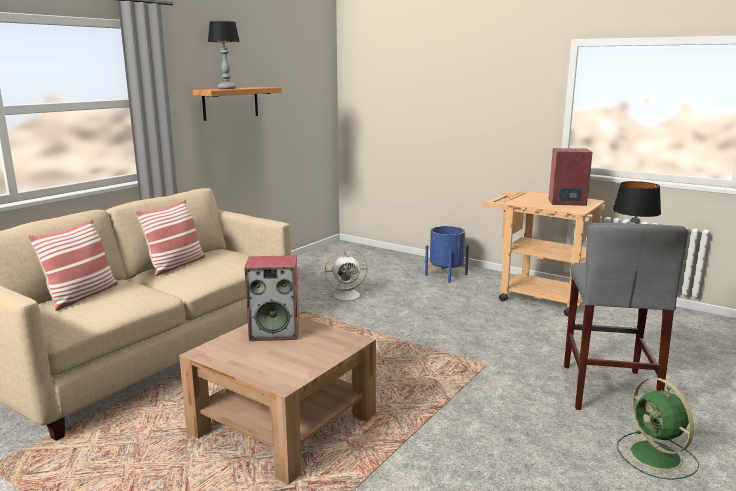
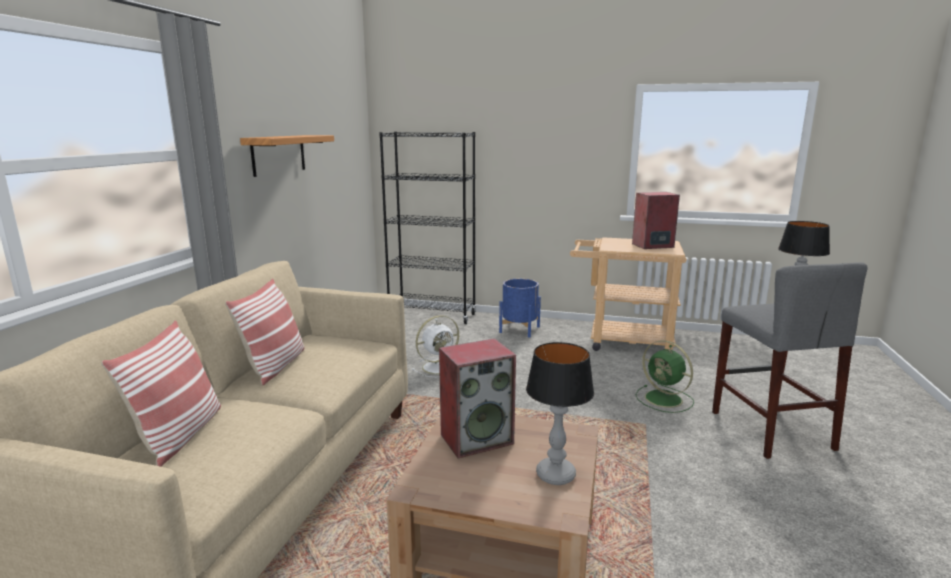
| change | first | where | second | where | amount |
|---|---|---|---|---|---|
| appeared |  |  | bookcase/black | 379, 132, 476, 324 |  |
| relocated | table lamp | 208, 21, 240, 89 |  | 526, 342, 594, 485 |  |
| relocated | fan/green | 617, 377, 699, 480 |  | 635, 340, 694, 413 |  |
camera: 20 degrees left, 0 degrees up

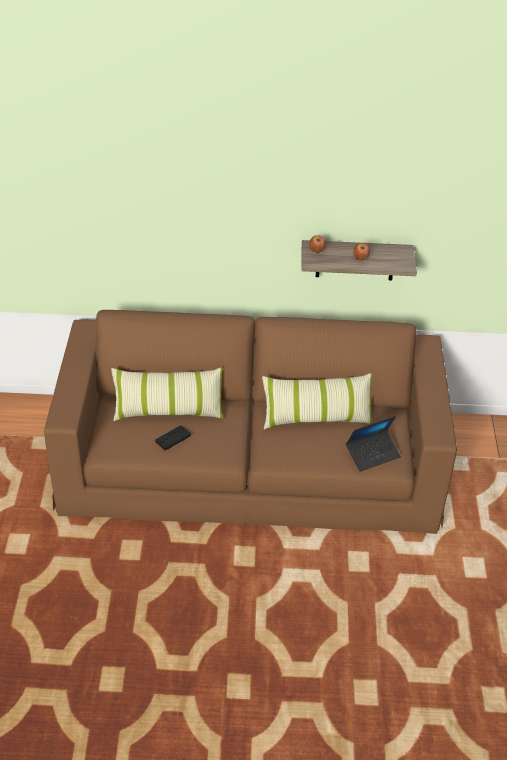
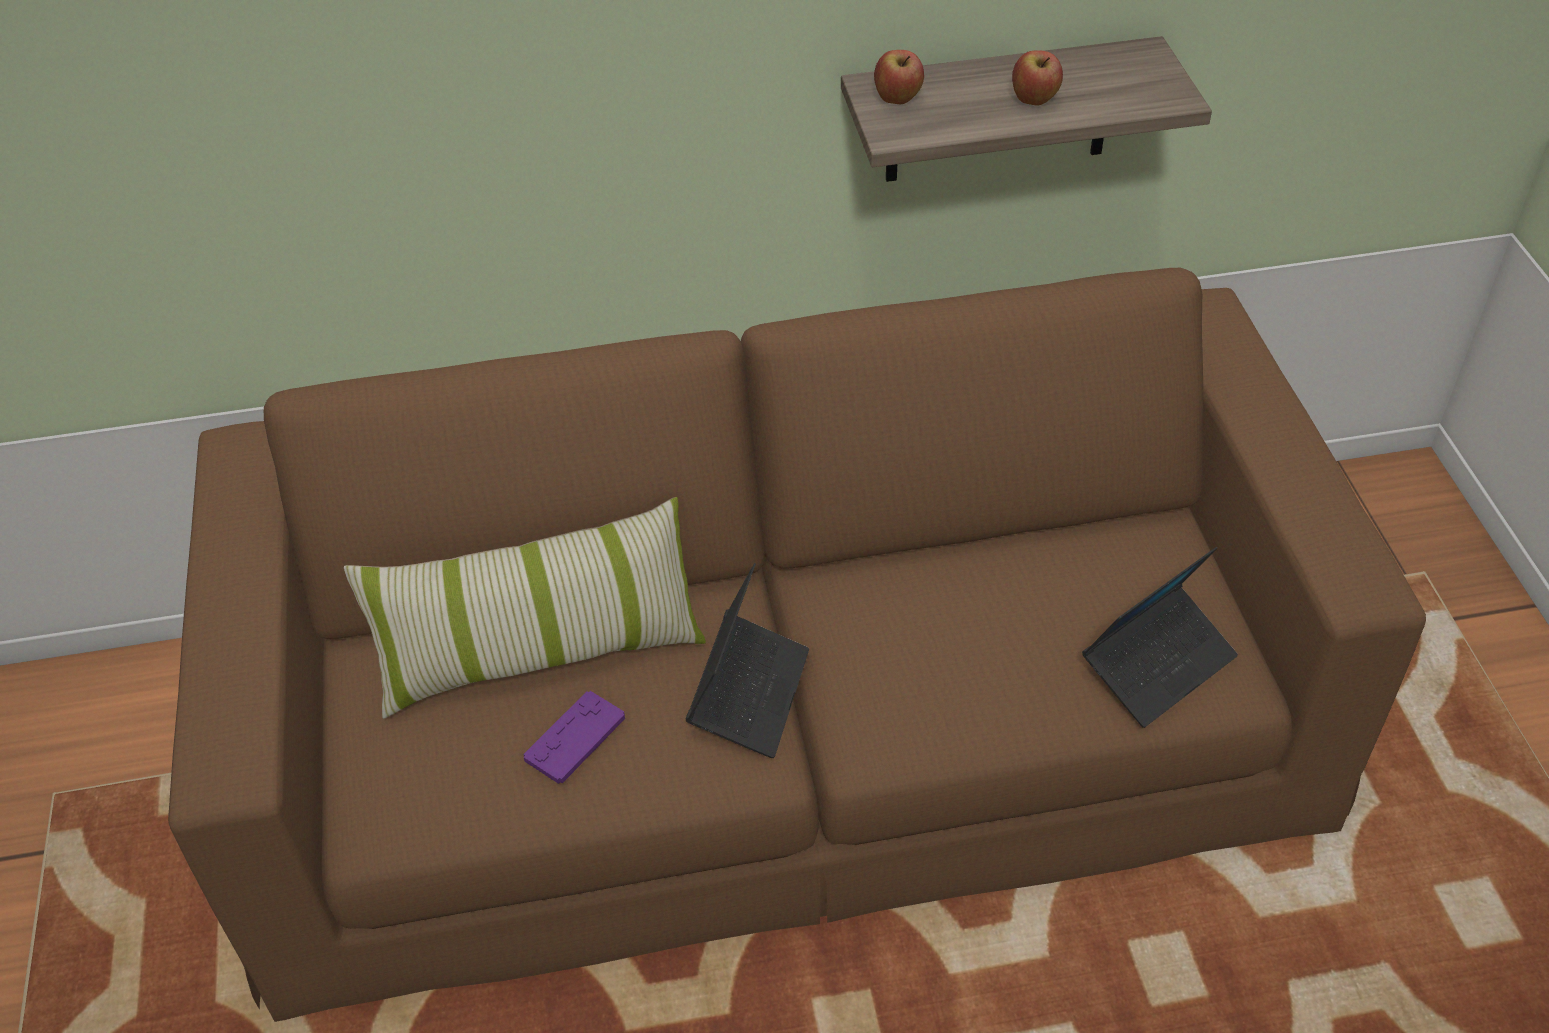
| change | first | where | second | where | amount |
|---|---|---|---|---|---|
| colour | game controller/black | 155, 425, 191, 450 | game controller/purple | 523, 691, 625, 784 |  |
| appeared |  |  | laptop | 686, 563, 809, 758 |  |
| missing | pillow | 262, 373, 373, 429 |  |  |  |
camera: 10 degrees left, 5 degrees up

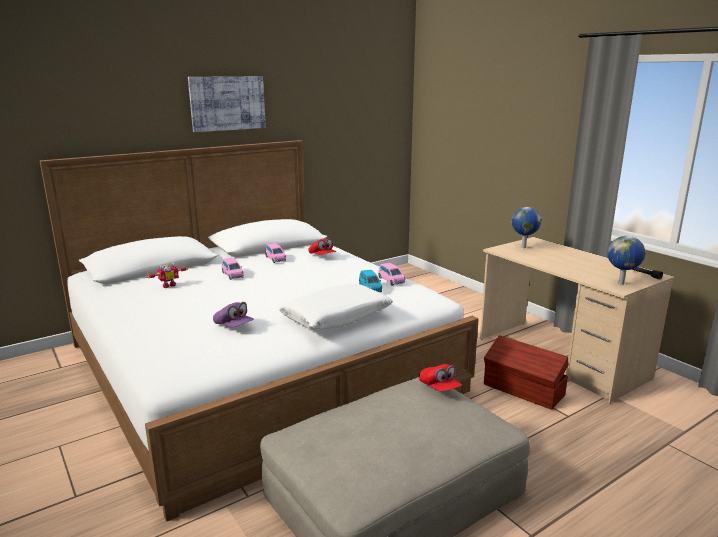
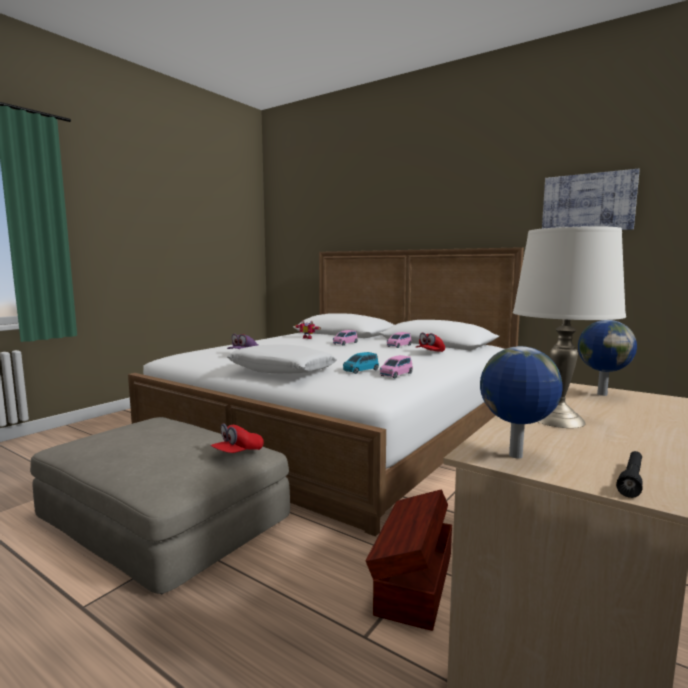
| change | first | where | second | where | amount |
|---|---|---|---|---|---|
| appeared |  |  | table lamp/white | 513, 226, 626, 428 |  |
| relocated | picture | 188, 76, 266, 132 |  | 542, 169, 640, 230 |  |
camera: 70 degrees right, 10 degrees down

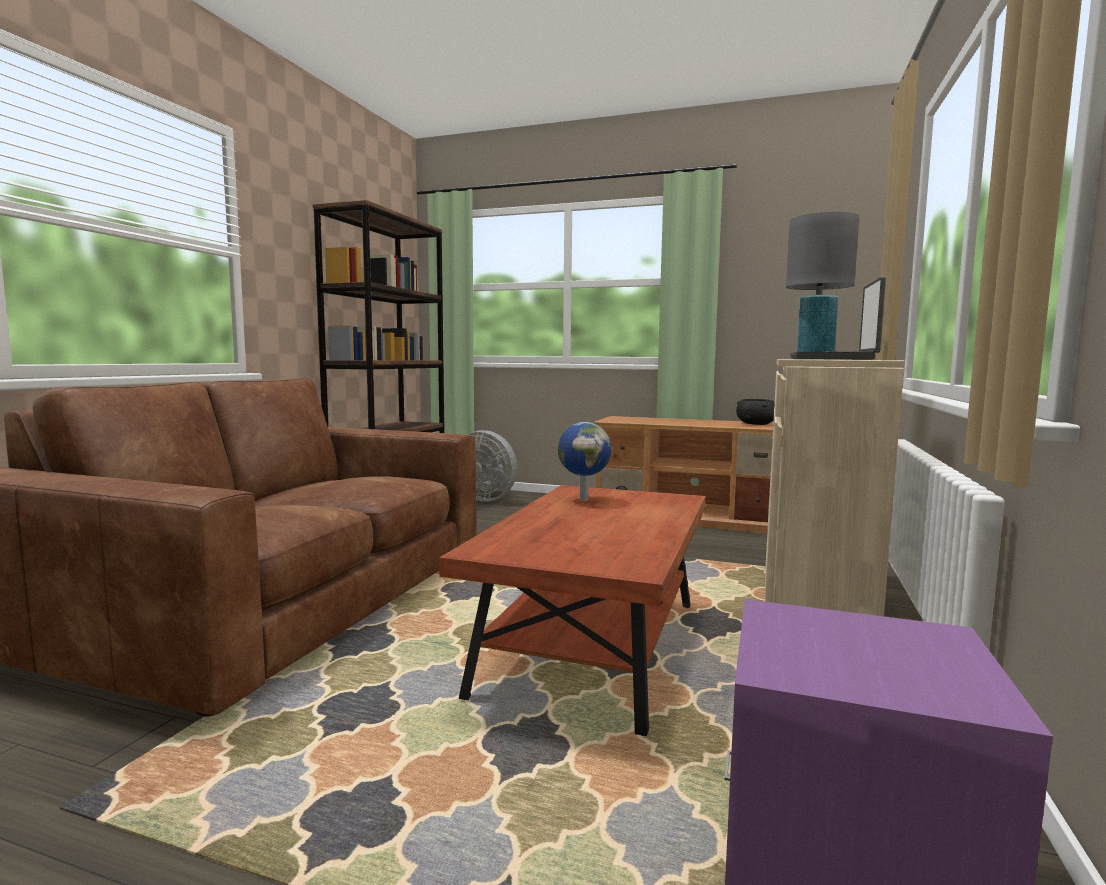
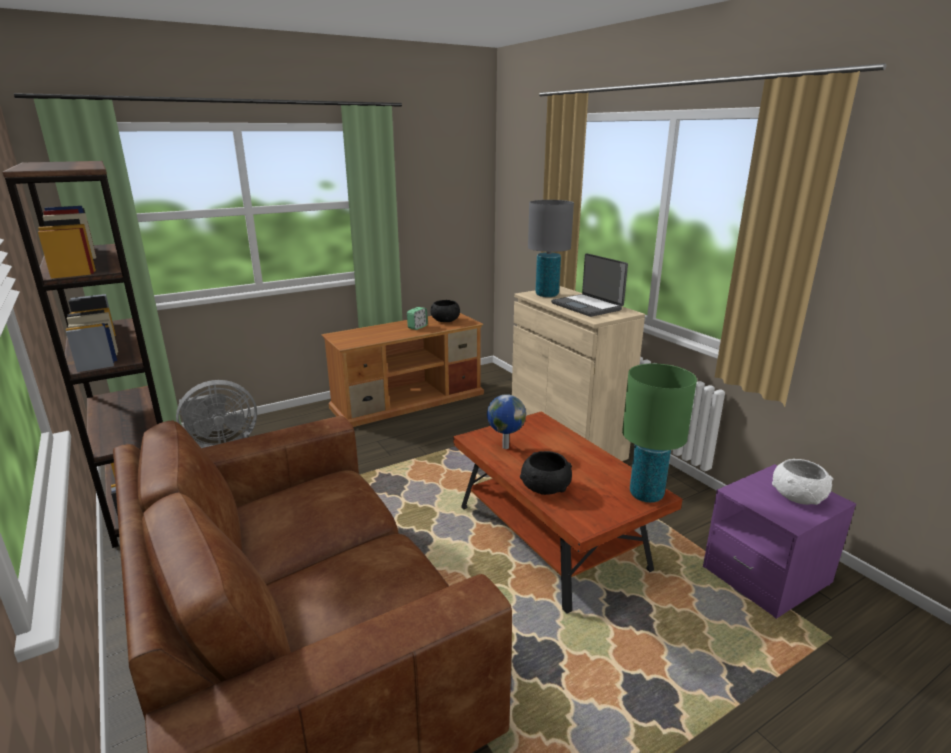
| change | first | where | second | where | amount |
|---|---|---|---|---|---|
| appeared |  |  | alarm clock | 407, 307, 428, 330 |  |
| appeared |  |  | bowl/black | 520, 451, 572, 495 |  |
| appeared |  |  | table lamp/green | 622, 363, 697, 503 |  |
| appeared |  |  | bowl/white | 772, 459, 833, 505 |  |
camera: 50 degrees left, 15 degrees up

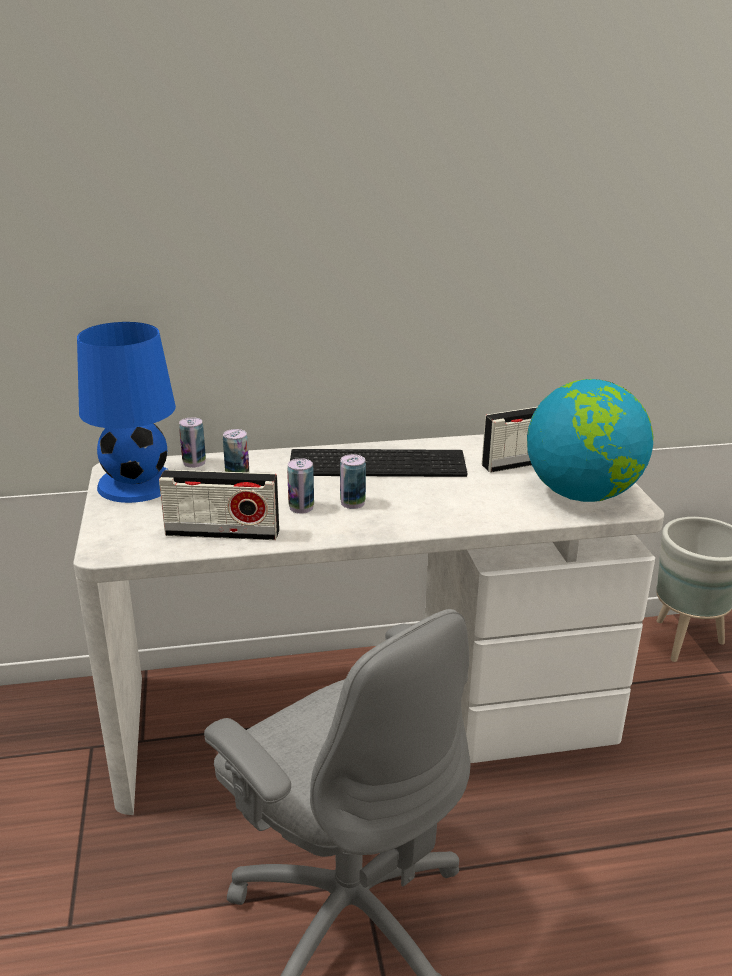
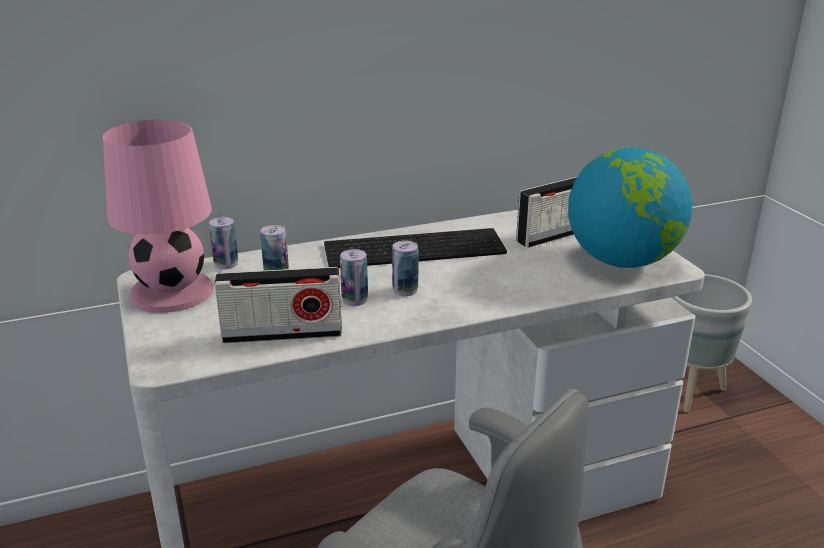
| change | first | where | second | where | amount |
|---|---|---|---|---|---|
| colour | table lamp/blue | 77, 322, 176, 503 | table lamp/pink | 103, 119, 214, 313 |  |
camera: 10 degrees left, 0 degrees up

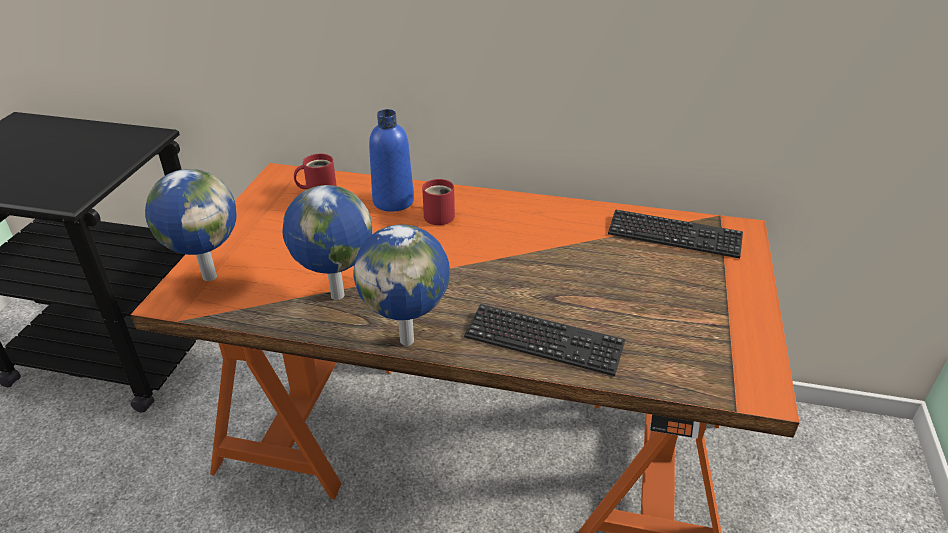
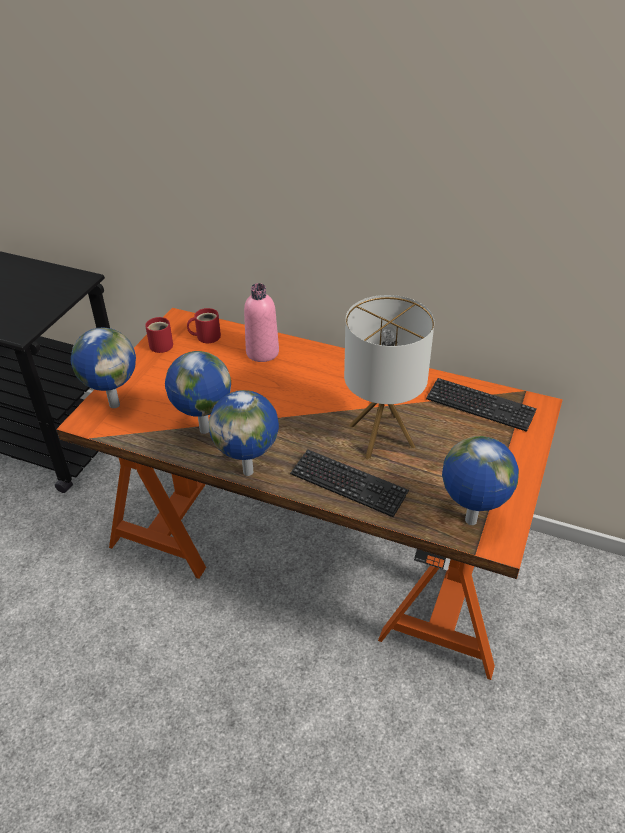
| change | first | where | second | where | amount |
|---|---|---|---|---|---|
| relocated | mug/red | 422, 179, 455, 225 |  | 145, 317, 173, 353 |  |
| colour | bottle/blue | 369, 109, 414, 212 | bottle/pink | 244, 283, 279, 362 |  |
| appeared |  |  | table lamp | 344, 295, 434, 459 |  |
| appeared |  |  | globe | 442, 436, 519, 525 |  |
camera: 10 degrees right, 5 degrees up

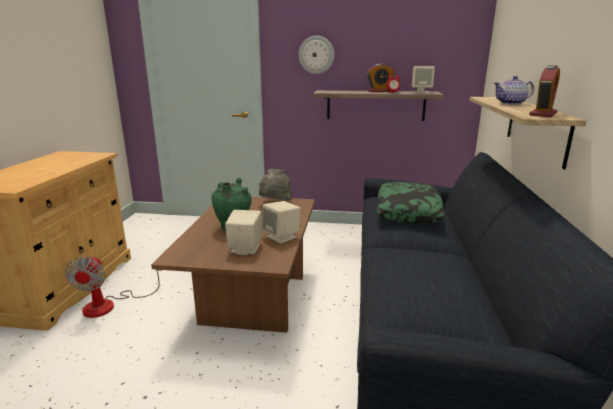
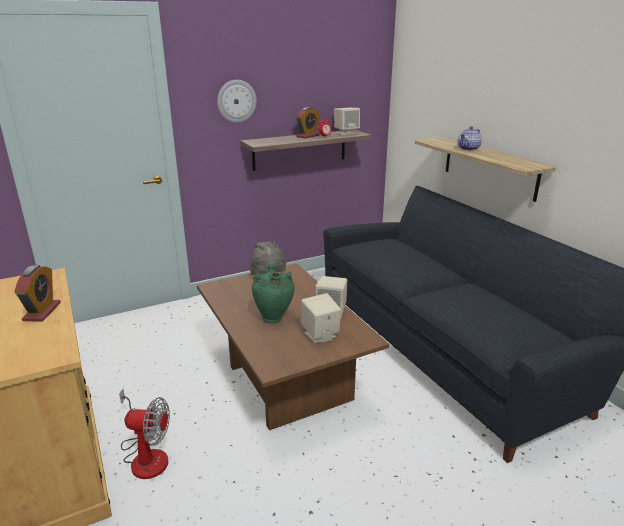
| change | first | where | second | where | amount |
|---|---|---|---|---|---|
| relocated | alarm clock | 529, 65, 560, 117 |  | 14, 265, 61, 321 |  |
| spun | fan | 65, 256, 163, 318 |  | 119, 389, 170, 479 | 45 degrees counterclockwise |
| missing | pillow | 376, 182, 445, 224 |  |  |  |
camera: 35 degrees left, 5 degrees up

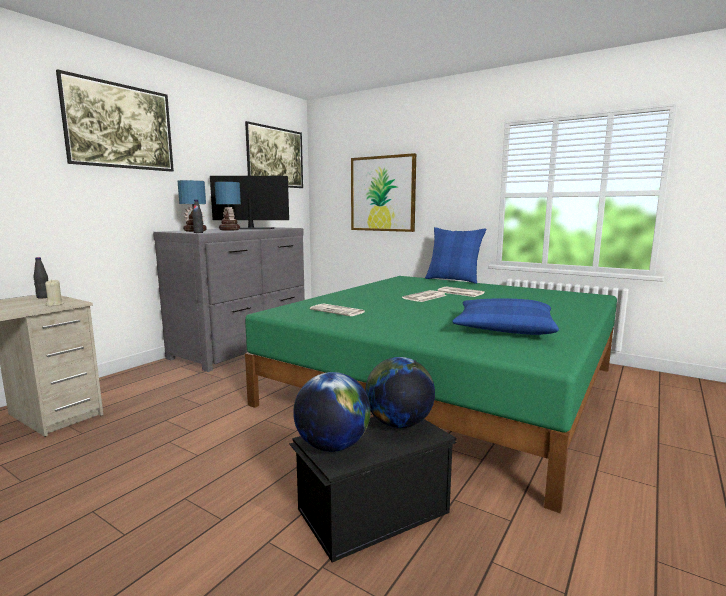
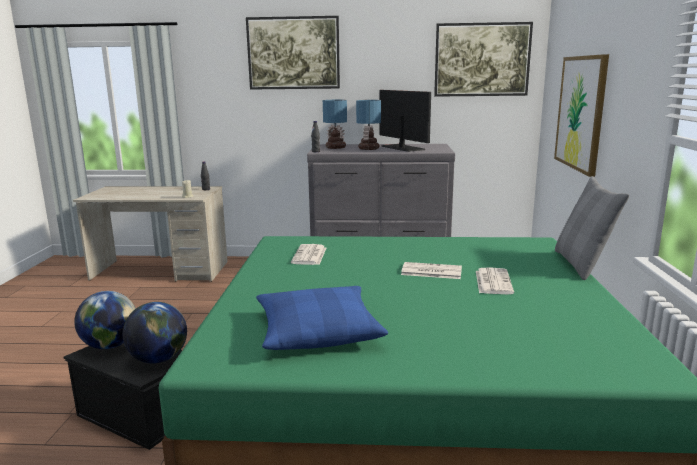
| change | first | where | second | where | amount |
|---|---|---|---|---|---|
| colour | pillow/blue | 425, 227, 486, 284 | pillow/grey | 555, 176, 629, 280 |  |
camera: 60 degrees right, 5 degrees up

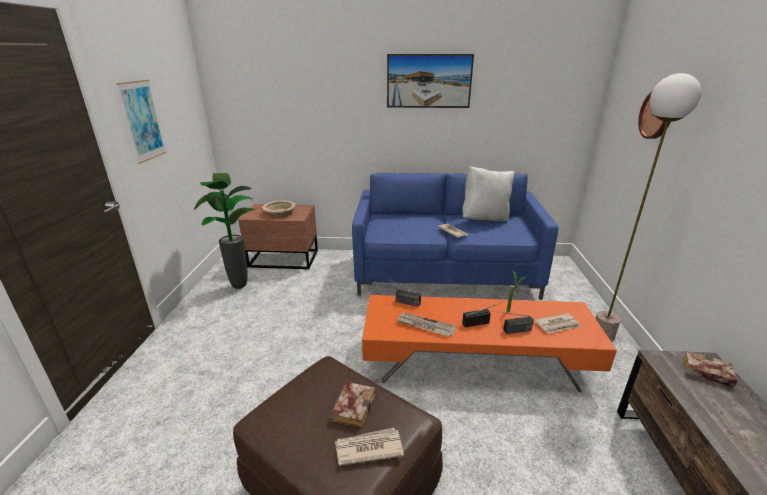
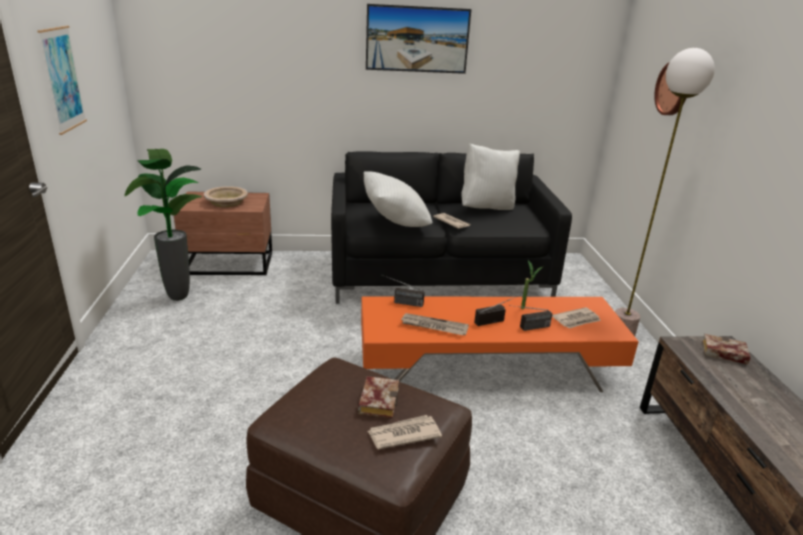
| change | first | where | second | where | amount |
|---|---|---|---|---|---|
| colour | sofa/blue | 352, 173, 558, 300 | sofa/black | 331, 151, 572, 304 |  |
| appeared |  |  | pillow/white | 364, 171, 432, 227 |  |
camera: 10 degrees left, 0 degrees up

